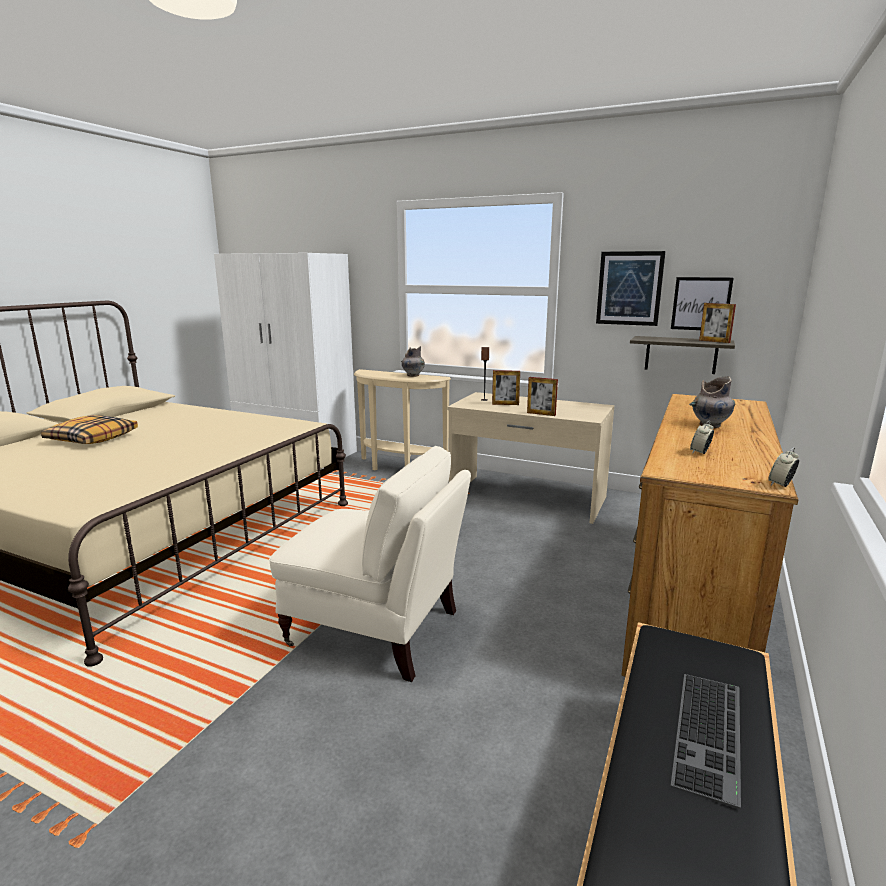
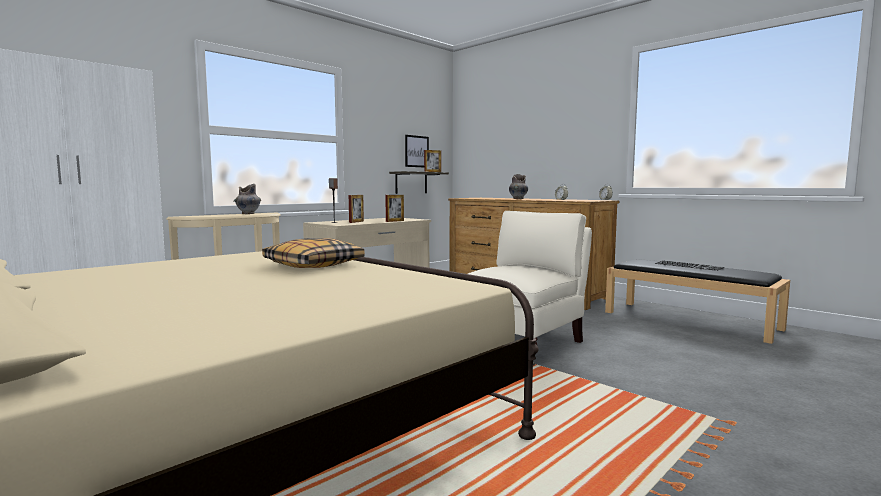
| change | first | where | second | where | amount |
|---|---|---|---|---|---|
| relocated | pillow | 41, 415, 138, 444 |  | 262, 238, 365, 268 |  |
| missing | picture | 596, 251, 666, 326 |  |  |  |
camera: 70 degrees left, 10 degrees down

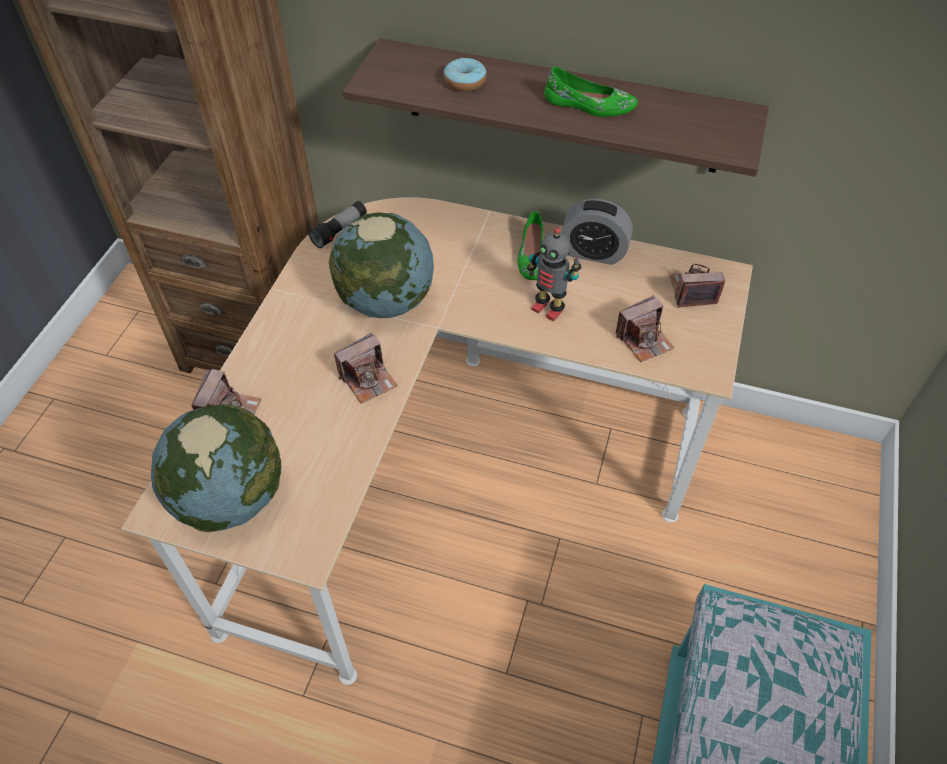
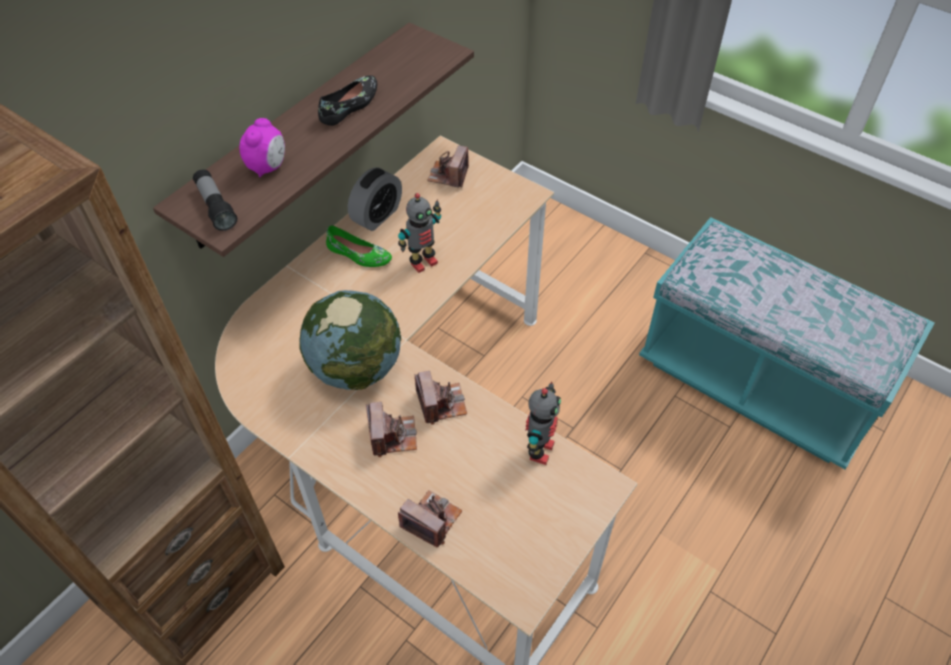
| change | first | where | second | where | amount |
|---|---|---|---|---|---|
| relocated | flashlight | 308, 201, 367, 249 |  | 193, 169, 237, 231 |  |
| exchanged | donut | 444, 58, 486, 92 | alarm clock | 239, 118, 285, 177 |  |
| colour | shoe/green | 544, 67, 638, 117 | shoe/black | 318, 75, 377, 126 |  |
| relocated | photo camera | 616, 295, 674, 362 |  | 366, 402, 417, 457 |  |
| appeared |  |  | toy robot | 525, 382, 561, 465 |  |
| missing | globe | 151, 404, 281, 532 |  |  |  |
camera: 70 degrees left, 0 degrees up

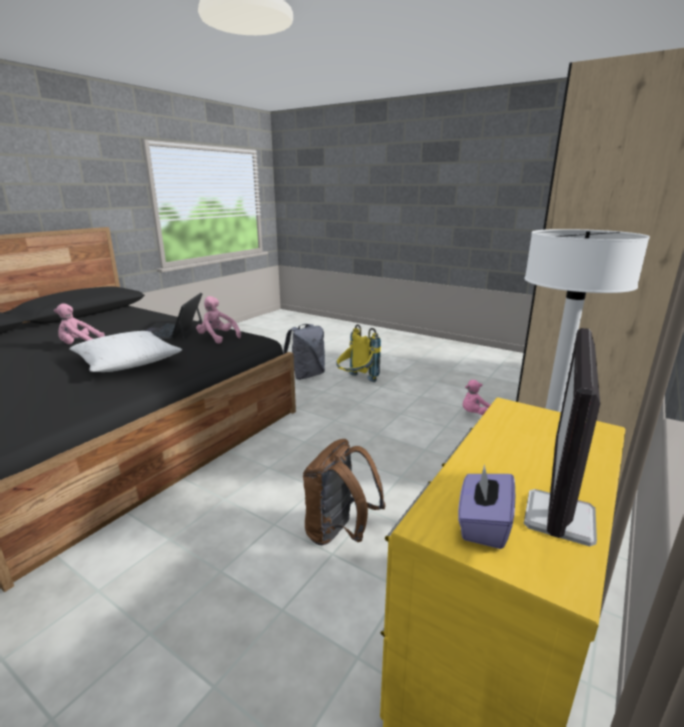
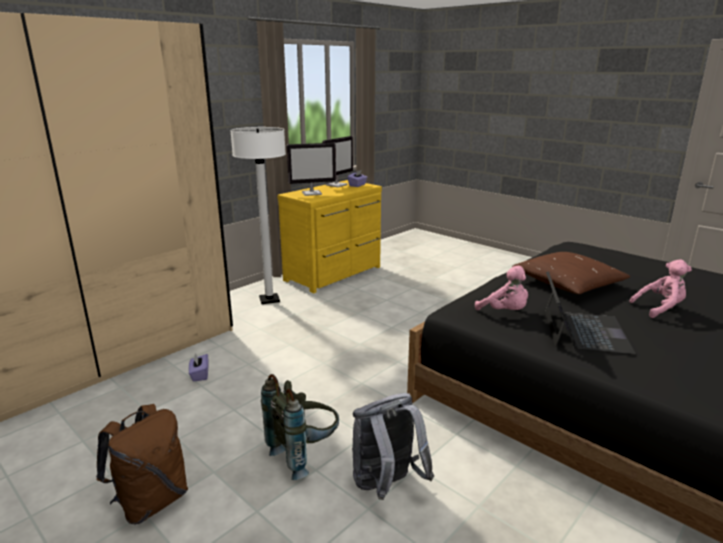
| change | first | where | second | where | amount |
|---|---|---|---|---|---|
| relocated | backpack/brown | 303, 439, 385, 545 |  | 96, 404, 188, 525 |  |
| exchanged | plush toy/pink | 463, 380, 490, 415 | tissue box/purple | 188, 353, 209, 382 |  |
| colour | backpack/yellow | 336, 324, 381, 382 | backpack/grey | 261, 374, 339, 480 |  |
| appeared |  |  | monitor | 286, 143, 336, 196 |  |
| colour | pillow/white | 69, 331, 182, 372 | pillow/brown | 512, 252, 630, 294 |  |
camera: 170 degrees left, 0 degrees up

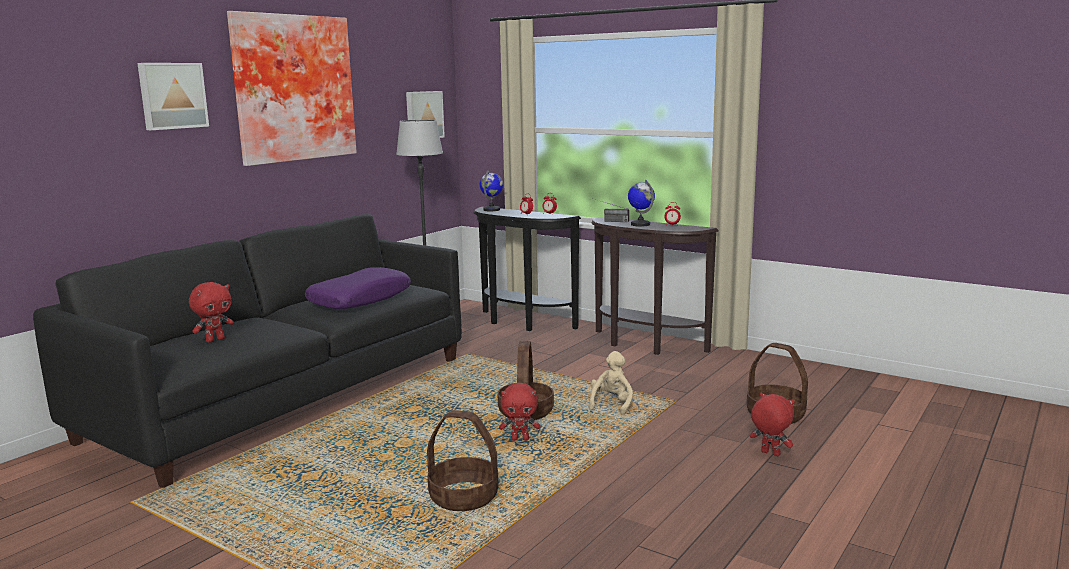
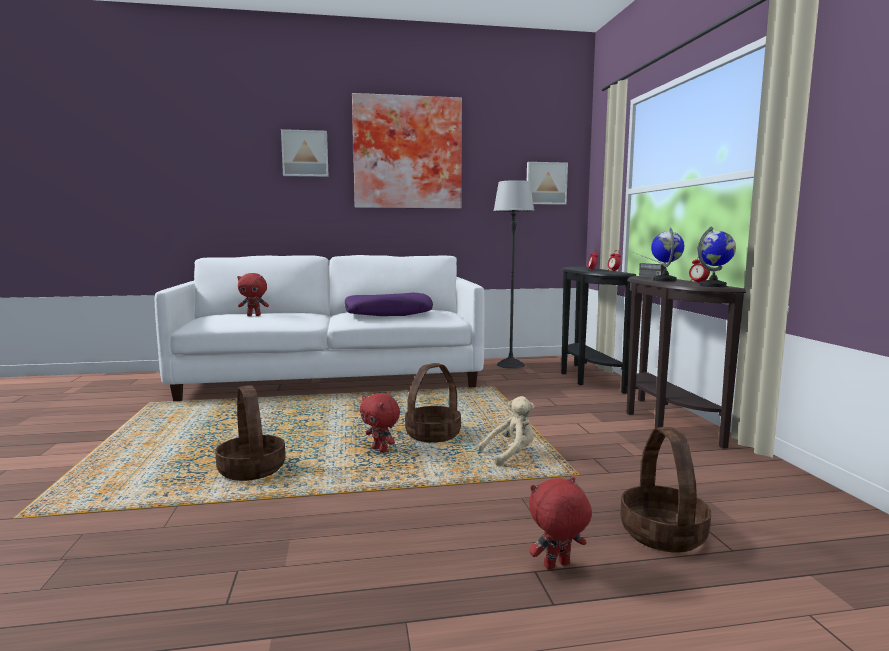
| change | first | where | second | where | amount |
|---|---|---|---|---|---|
| colour | sofa/black | 33, 214, 462, 488 | sofa/white | 155, 255, 485, 401 |  |
| spun | plush toy/red | 750, 393, 795, 456 |  | 529, 477, 592, 570 | 105 degrees counterclockwise |
| relocated | globe | 480, 171, 503, 211 |  | 697, 226, 736, 287 |  |
camera: 45 degrees right, 5 degrees down

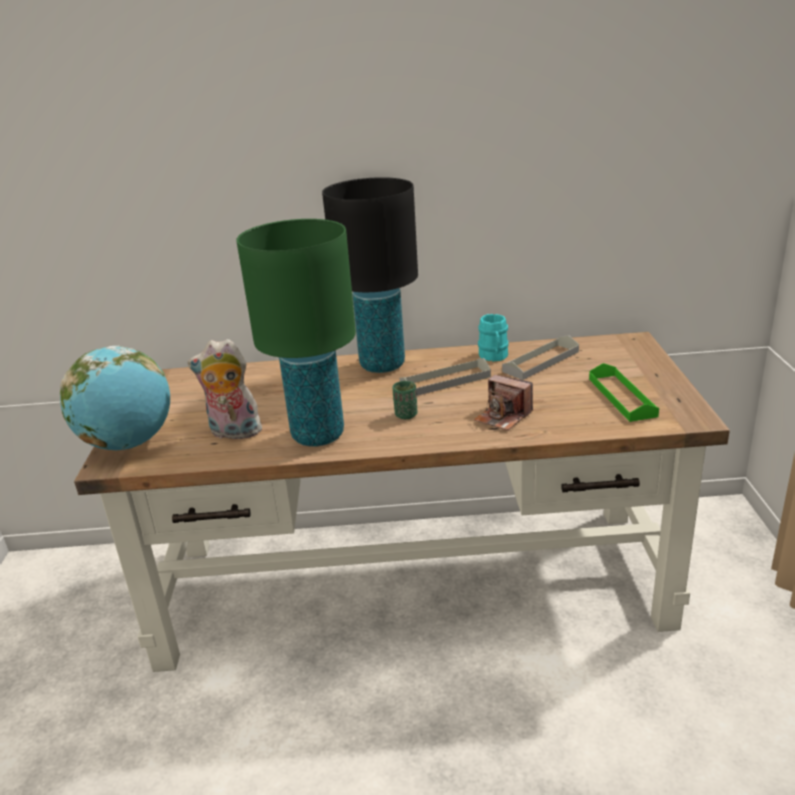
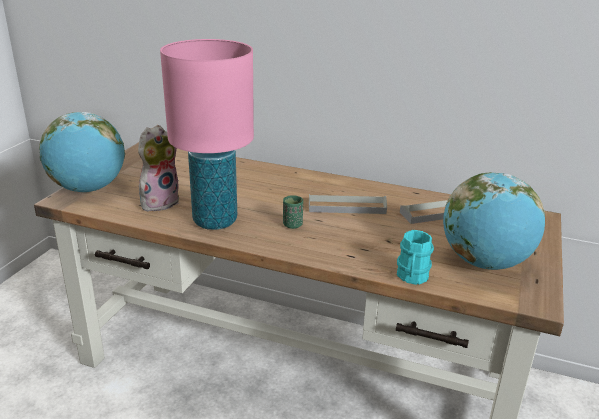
| change | first | where | second | where | amount |
|---|---|---|---|---|---|
| spun | plush toy | 188, 339, 264, 439 |  | 138, 125, 179, 211 | 105 degrees clockwise |
| colour | table lamp/green | 236, 219, 356, 447 | table lamp/pink | 160, 39, 254, 230 |  |
| relocated | mug/turquoise | 478, 314, 509, 362 |  | 397, 230, 434, 285 |  |
| exchanged | tray/green | 589, 363, 659, 422 | globe | 443, 172, 545, 270 |  |
| missing | table lamp/black | 322, 177, 418, 373 |  |  |  |
| missing | photo camera | 474, 375, 533, 431 |  |  |  |
camera: 20 degrees right, 0 degrees up

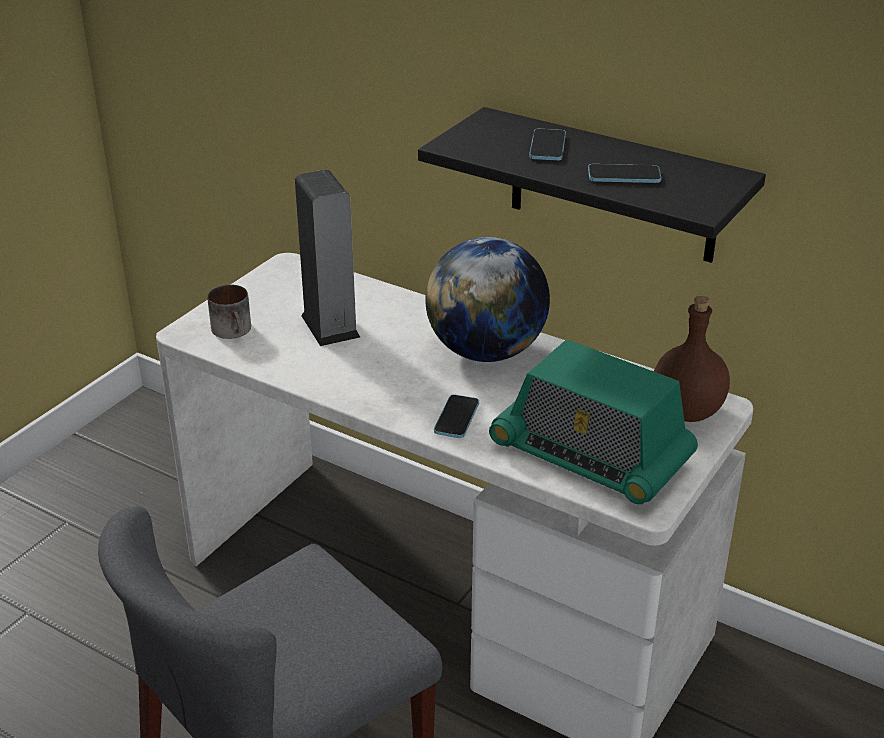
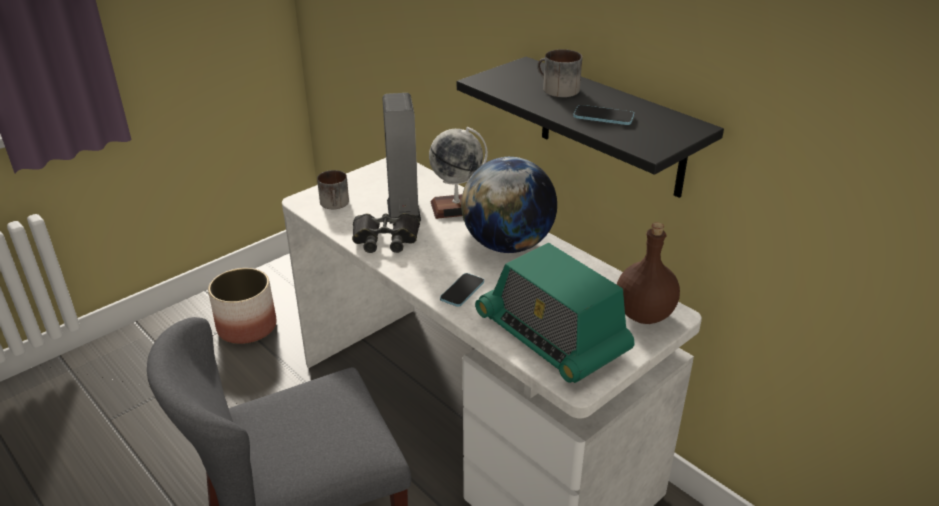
| change | first | where | second | where | amount |
|---|---|---|---|---|---|
| appeared |  |  | planter | 208, 268, 276, 344 |  |
| appeared |  |  | binoculars/black | 352, 213, 420, 253 |  |
| appeared |  |  | globe | 429, 127, 488, 219 |  |
| exchanged | phone | 529, 129, 566, 161 | mug | 537, 49, 582, 97 |  |
camera: 15 degrees right, 0 degrees up

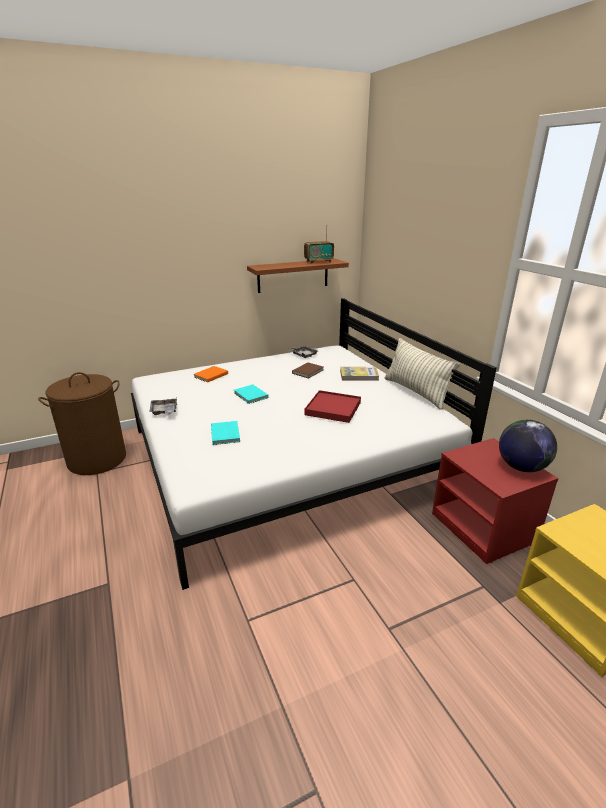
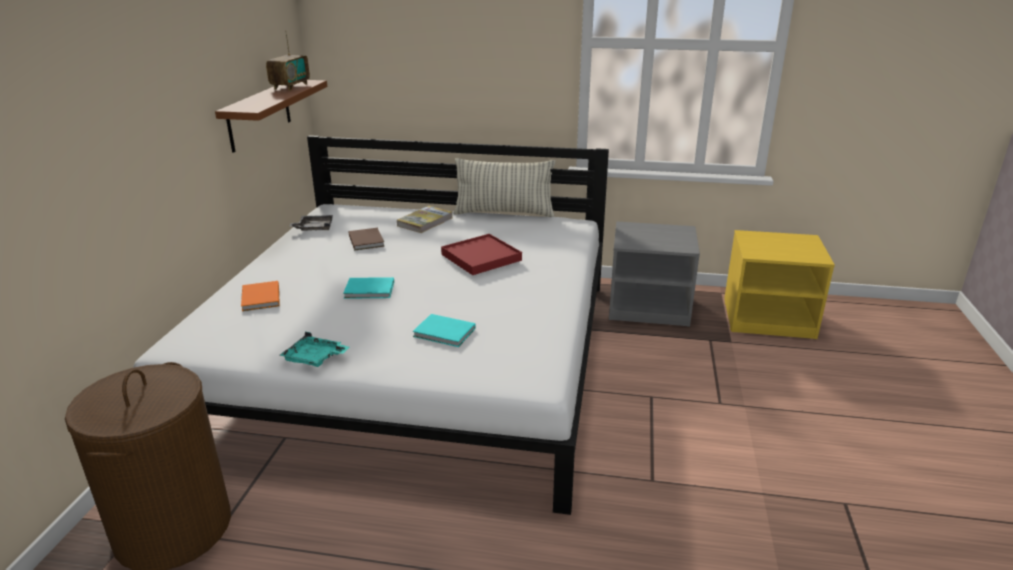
| change | first | where | second | where | amount |
|---|---|---|---|---|---|
| colour | tray/grey | 149, 399, 177, 415 | tray/turquoise | 280, 332, 350, 367 |  |
| colour | nightstand/red | 432, 438, 558, 564 | nightstand/grey | 609, 221, 700, 327 |  |
| missing | globe | 499, 420, 557, 472 |  |  |  |
camera: 55 degrees left, 0 degrees up

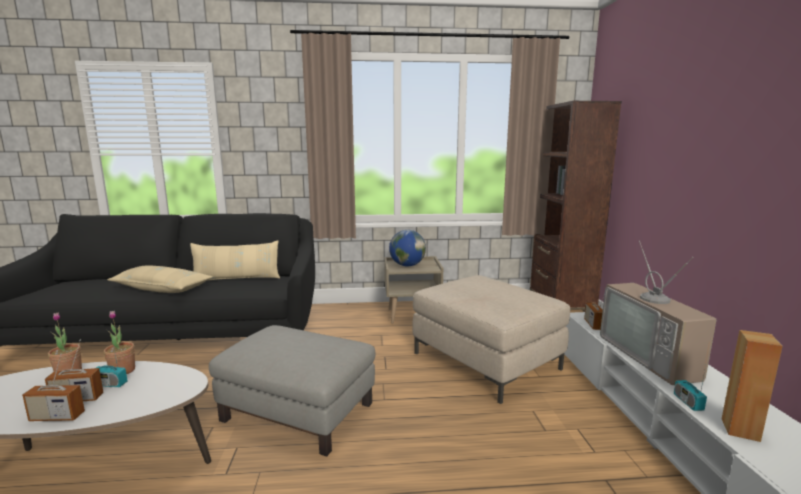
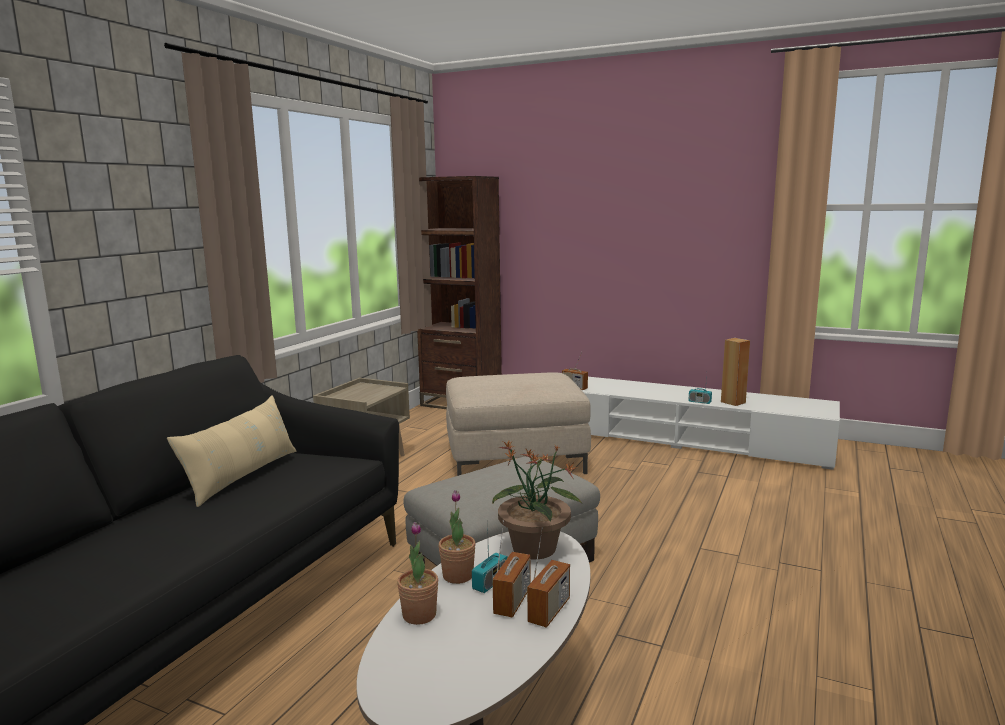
| change | first | where | second | where | amount |
|---|---|---|---|---|---|
| appeared |  |  | potted plant | 492, 441, 582, 560 |  |
| missing | pillow/beige | 107, 265, 213, 293 |  |  |  |
| missing | globe | 389, 230, 426, 267 |  |  |  |
| missing | television | 600, 241, 717, 385 |  |  |  |
camera: 60 degrees left, 0 degrees up

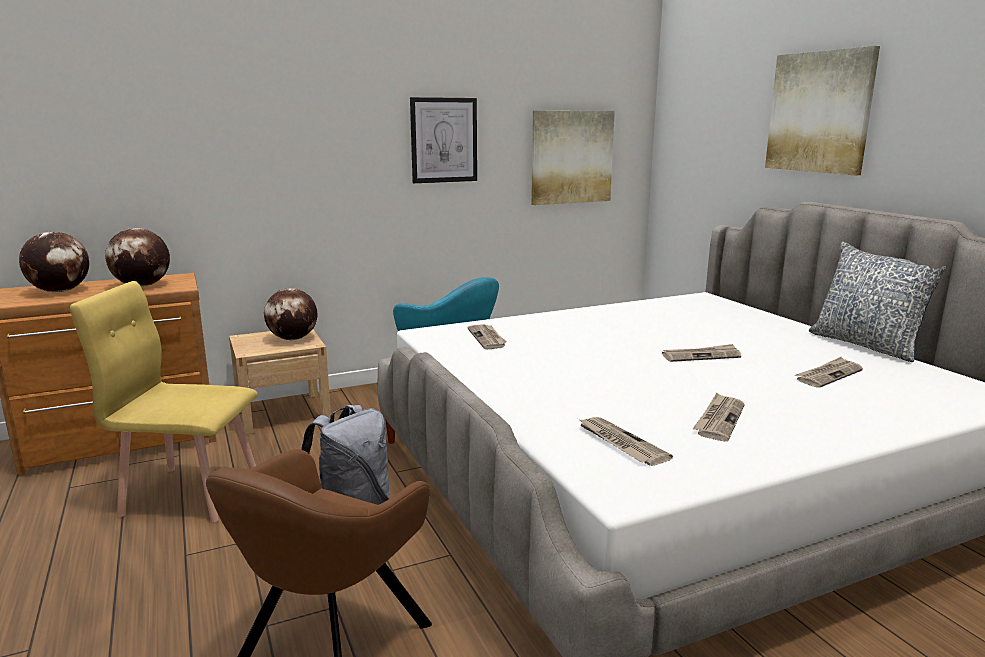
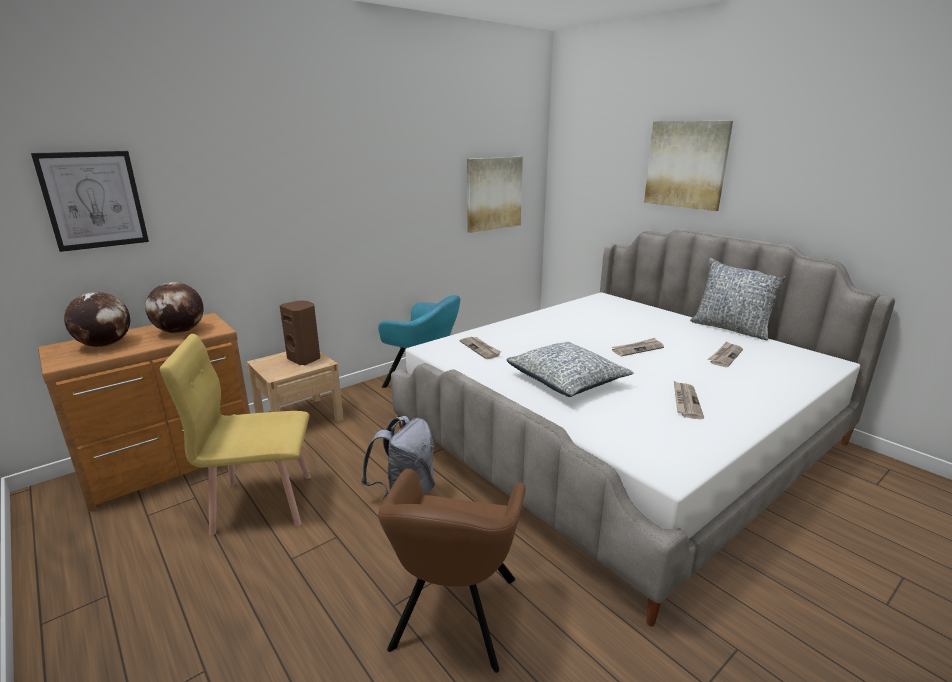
| change | first | where | second | where | amount |
|---|---|---|---|---|---|
| relocated | picture | 410, 97, 477, 183 |  | 31, 151, 149, 252 |  |
| exchanged | globe | 264, 288, 317, 340 | speaker/brown | 280, 300, 320, 365 |  |
| appeared |  |  | pillow | 507, 342, 634, 397 |  |
| missing | newspaper | 578, 417, 673, 466 |  |  |  |
camera: 15 degrees left, 5 degrees up

